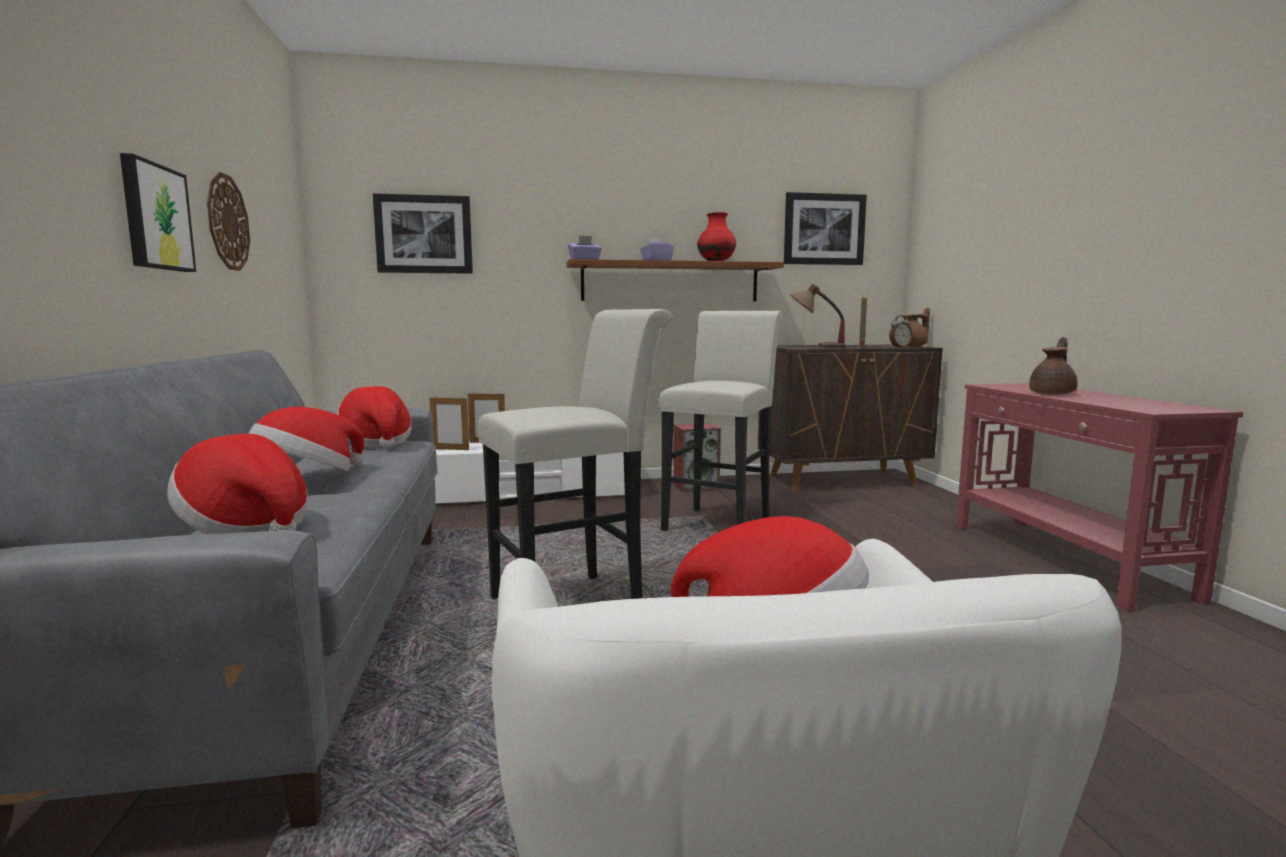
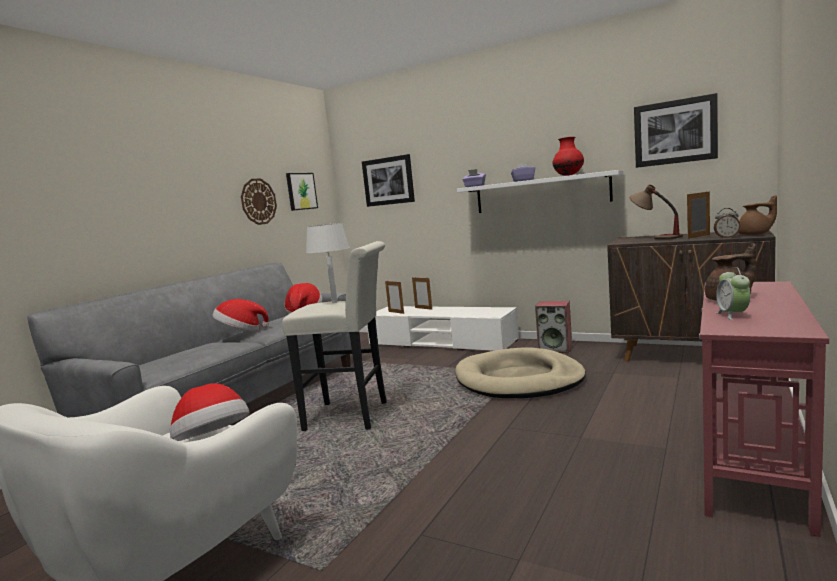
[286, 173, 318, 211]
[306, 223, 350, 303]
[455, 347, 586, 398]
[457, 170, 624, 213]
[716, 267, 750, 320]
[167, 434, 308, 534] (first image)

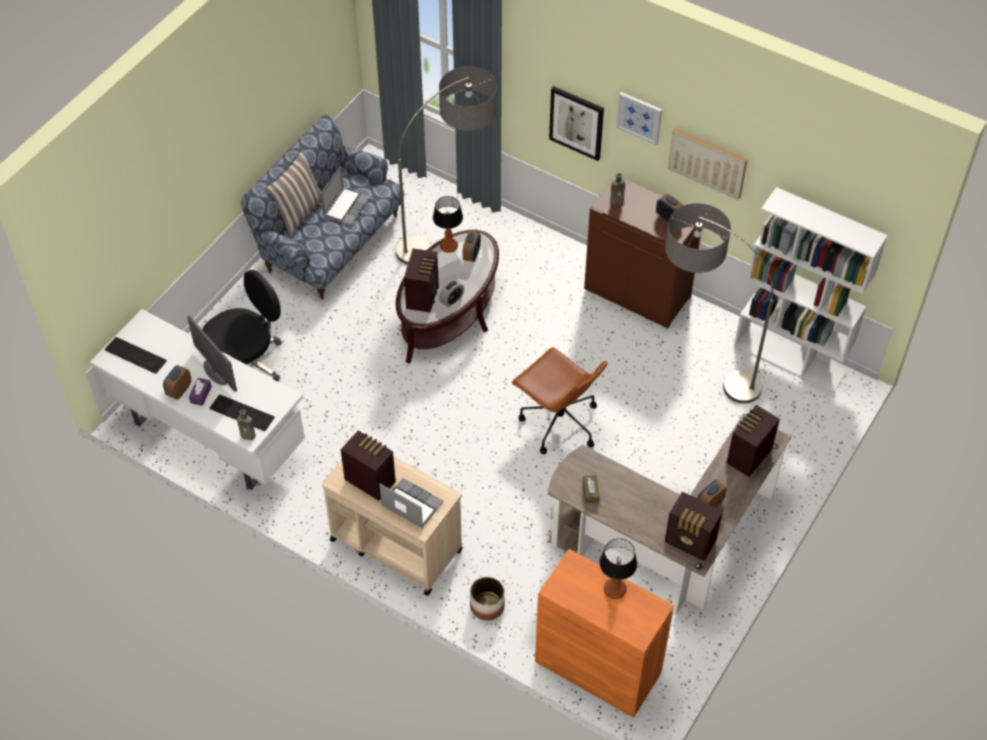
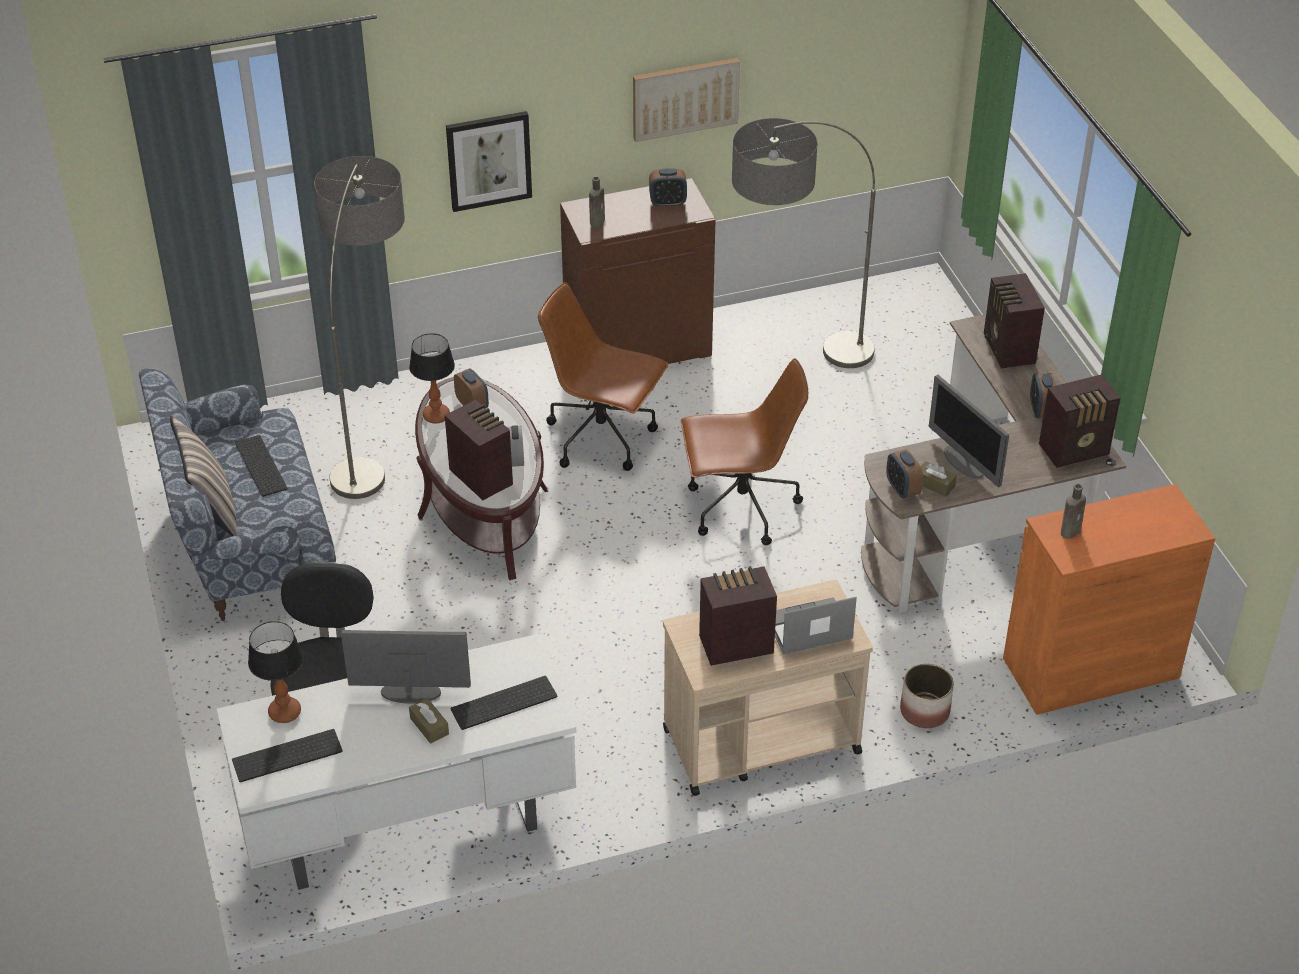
[235, 435, 288, 497]
[248, 621, 303, 723]
[409, 698, 449, 744]
[538, 282, 668, 471]
[886, 449, 923, 498]
[929, 375, 1009, 487]
[1061, 483, 1086, 539]
[616, 92, 662, 145] (first image)
[734, 187, 888, 393] (first image)

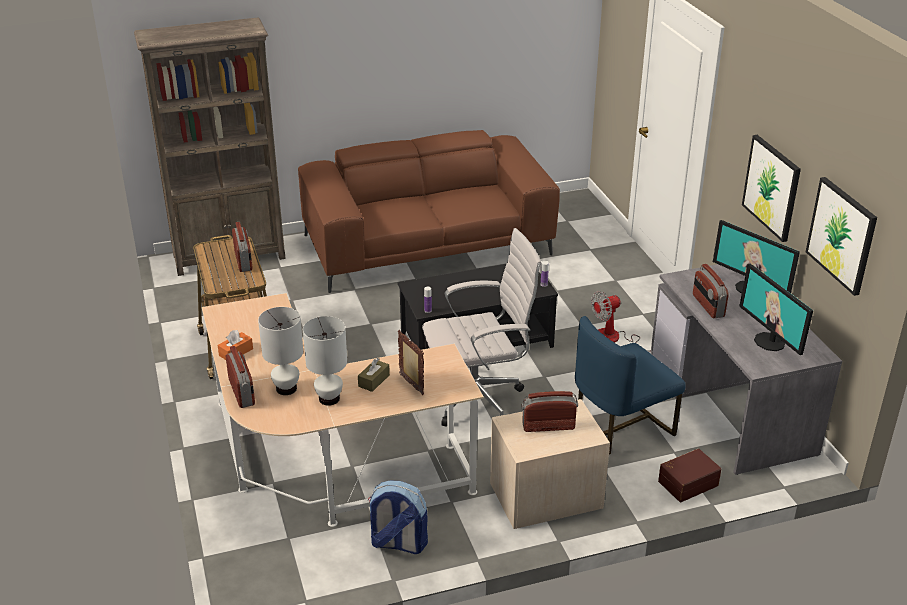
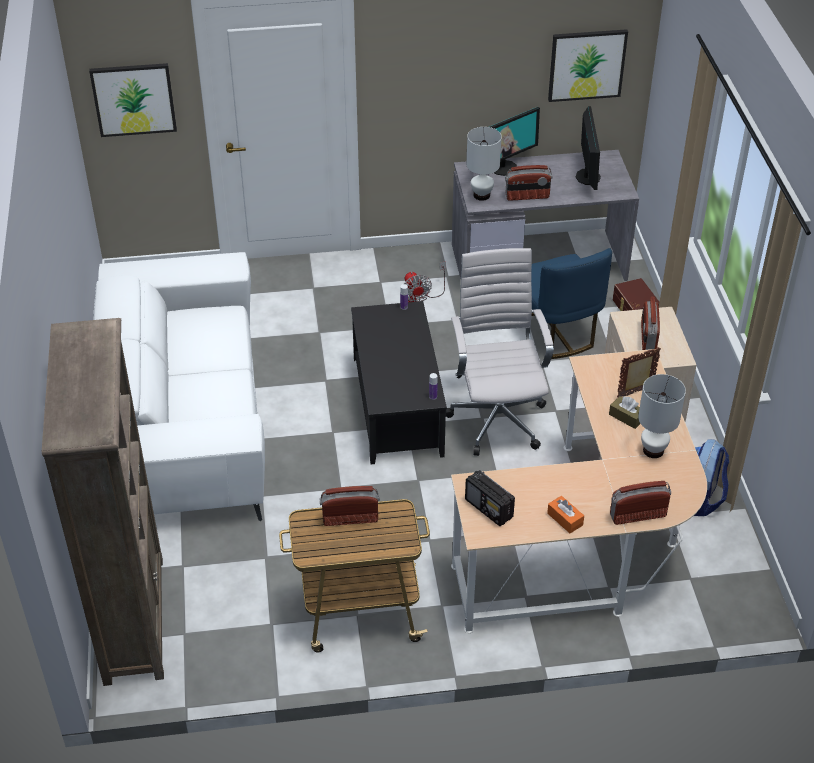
[89, 63, 177, 137]
[93, 252, 265, 521]
[465, 470, 515, 526]
[467, 127, 502, 201]
[576, 106, 601, 190]

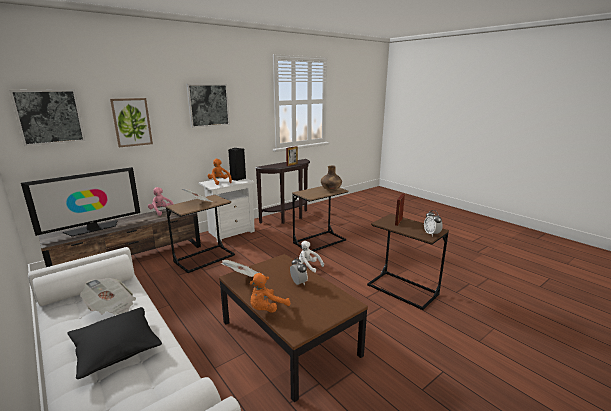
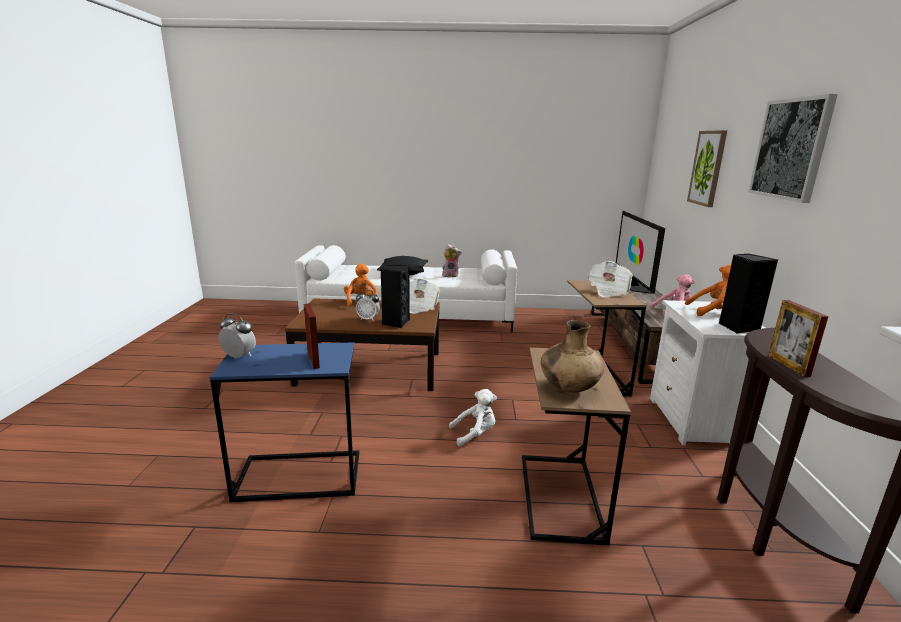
[209, 342, 359, 502]
[381, 265, 410, 328]
[442, 244, 462, 277]
[9, 89, 86, 146] (first image)

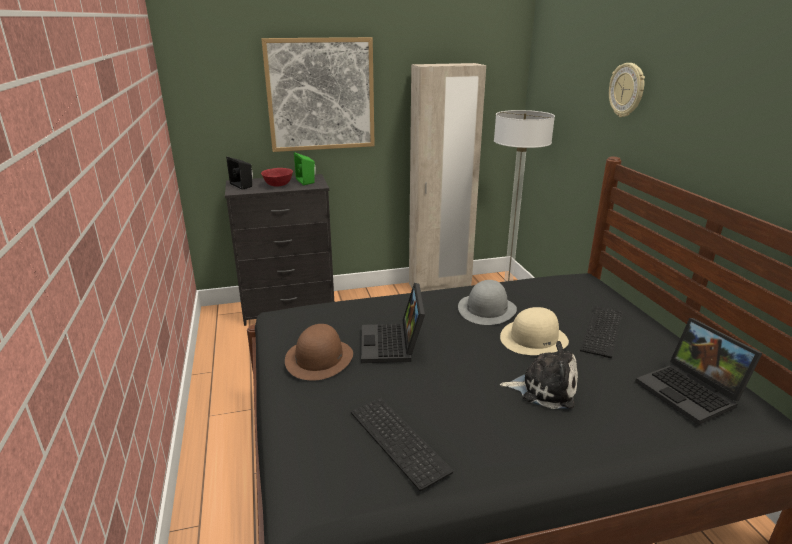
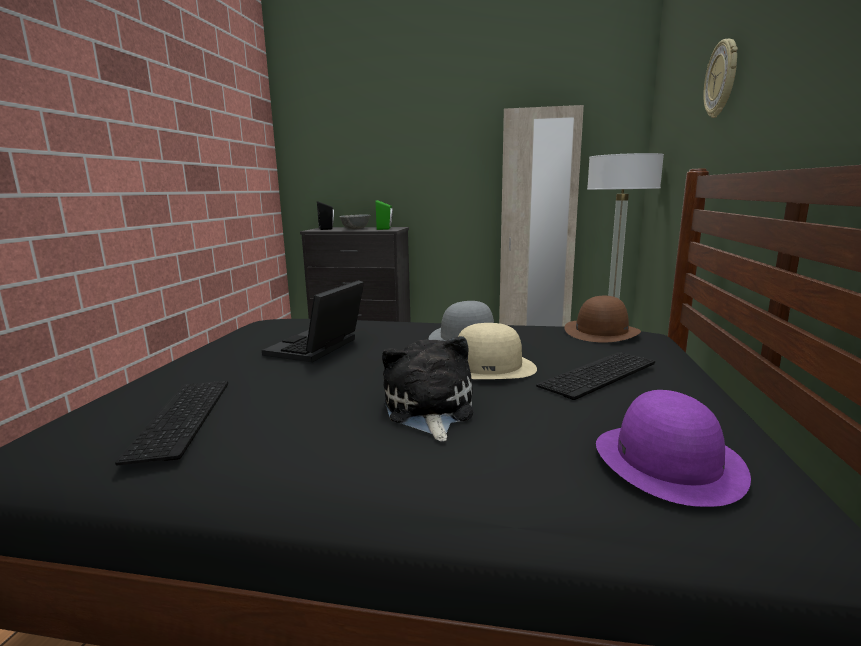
[339, 214, 370, 230]
[382, 336, 473, 441]
[564, 296, 641, 343]
[596, 390, 751, 507]
[261, 37, 375, 152] (first image)

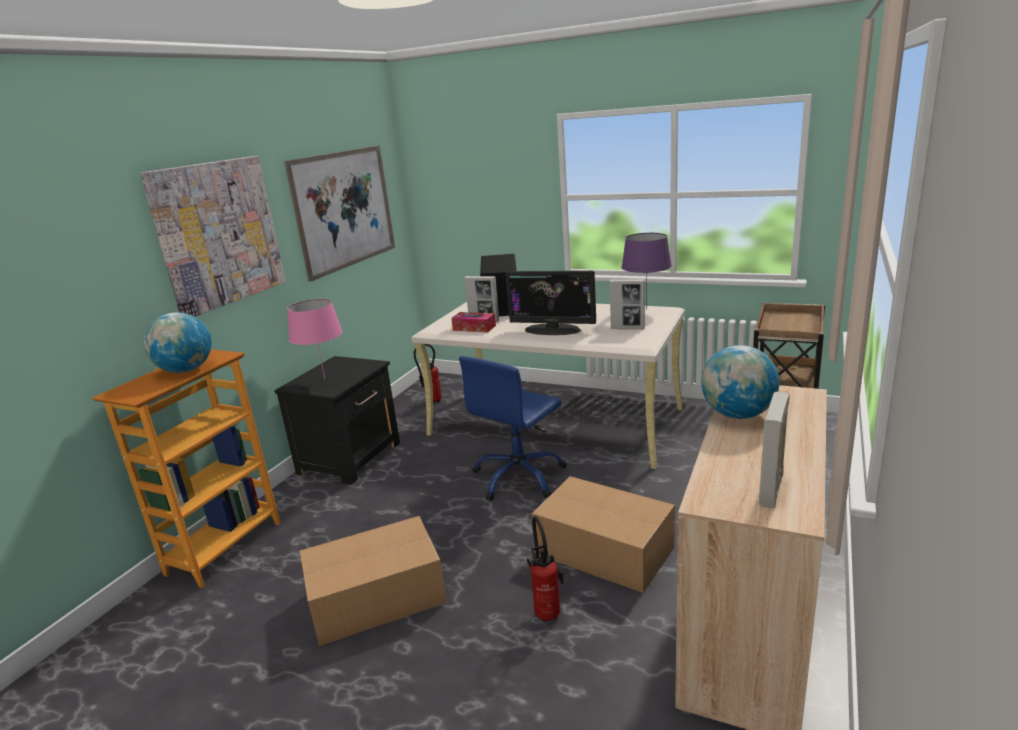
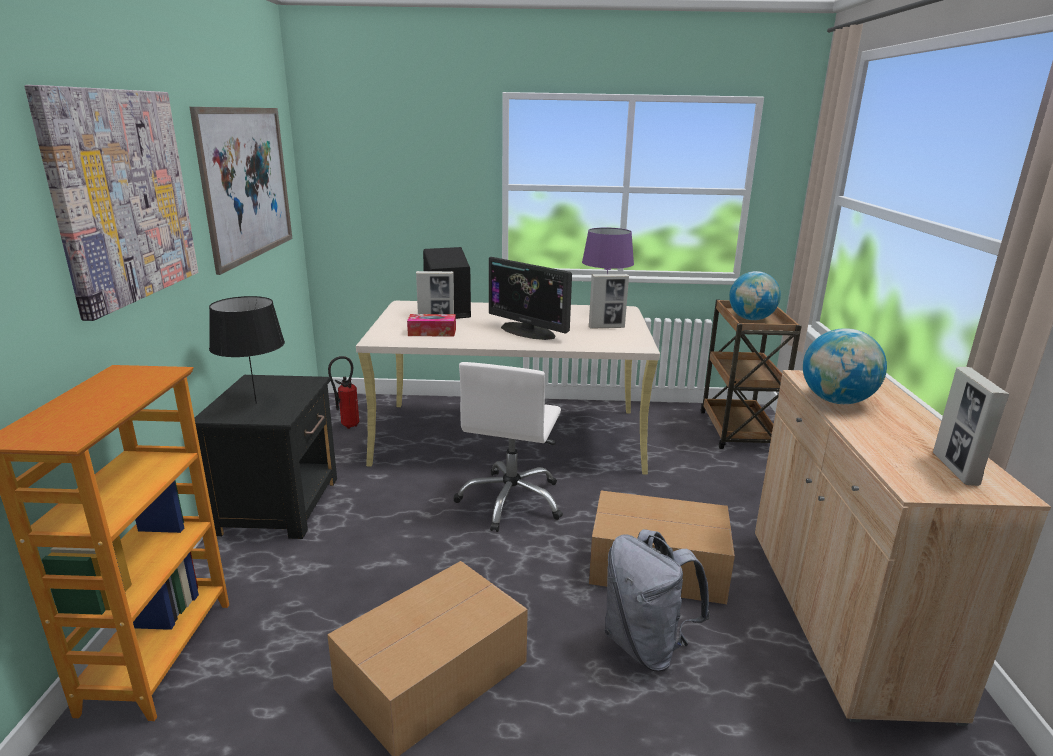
[209, 296, 285, 404]
[453, 362, 563, 532]
[489, 257, 572, 340]
[605, 529, 710, 672]
[729, 271, 781, 320]

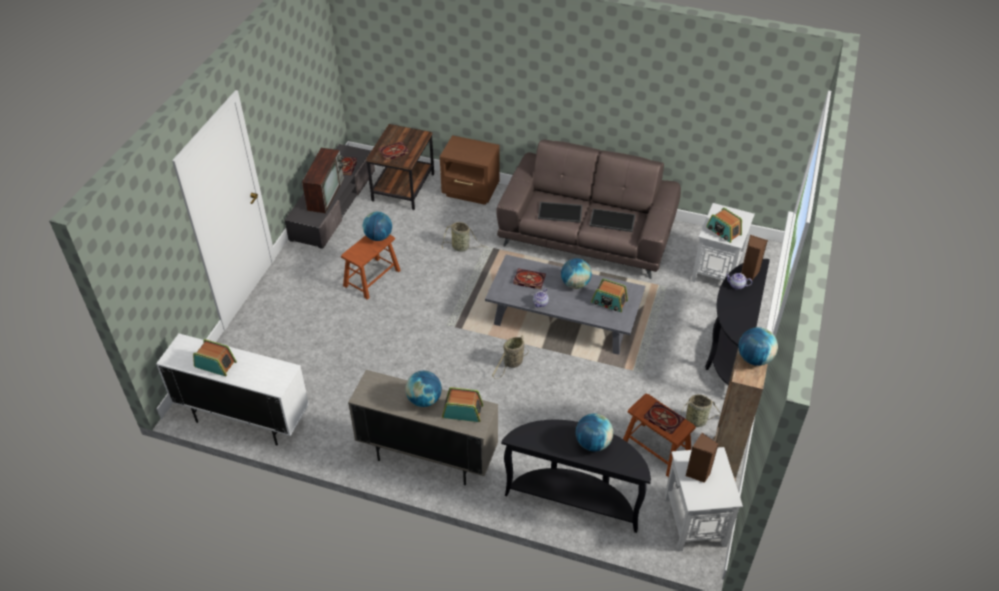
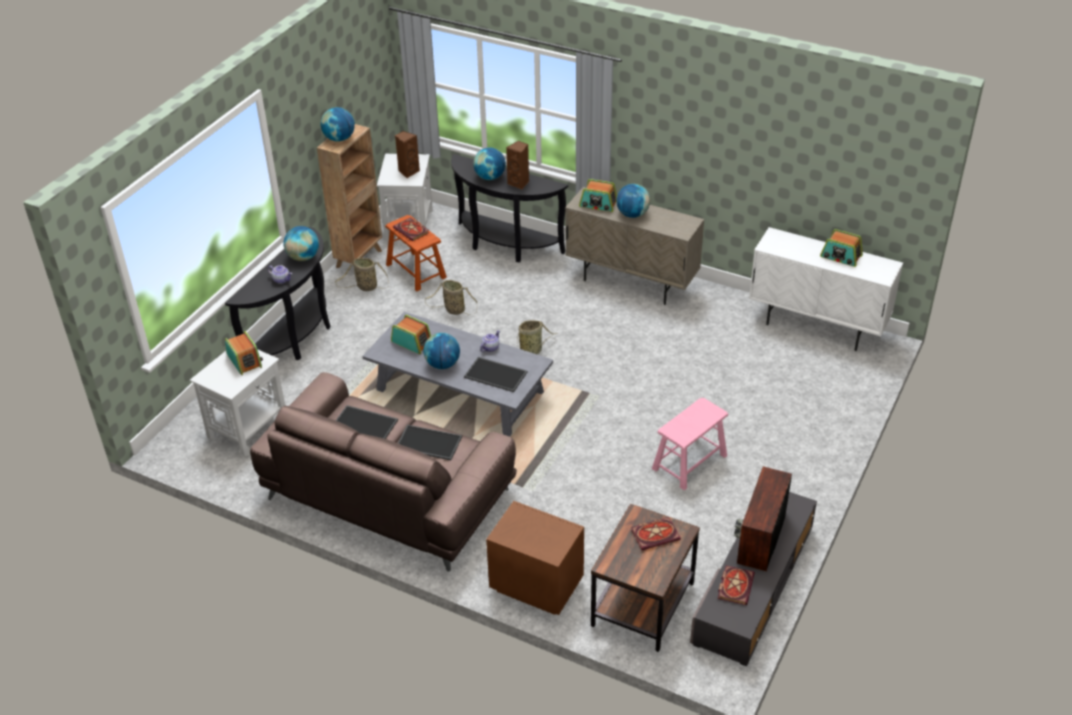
[283, 226, 319, 261]
[425, 280, 477, 315]
[464, 357, 527, 392]
[506, 141, 529, 189]
[652, 398, 728, 490]

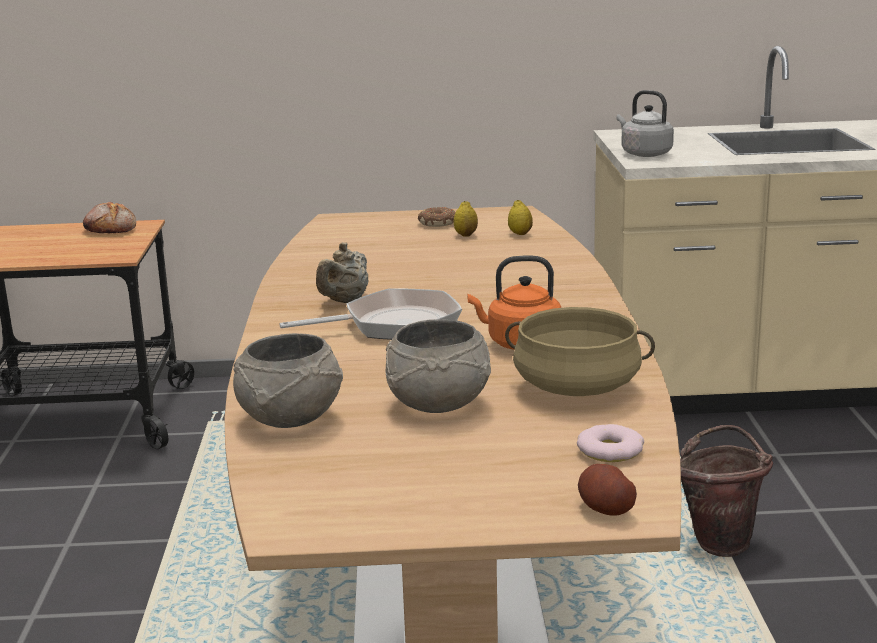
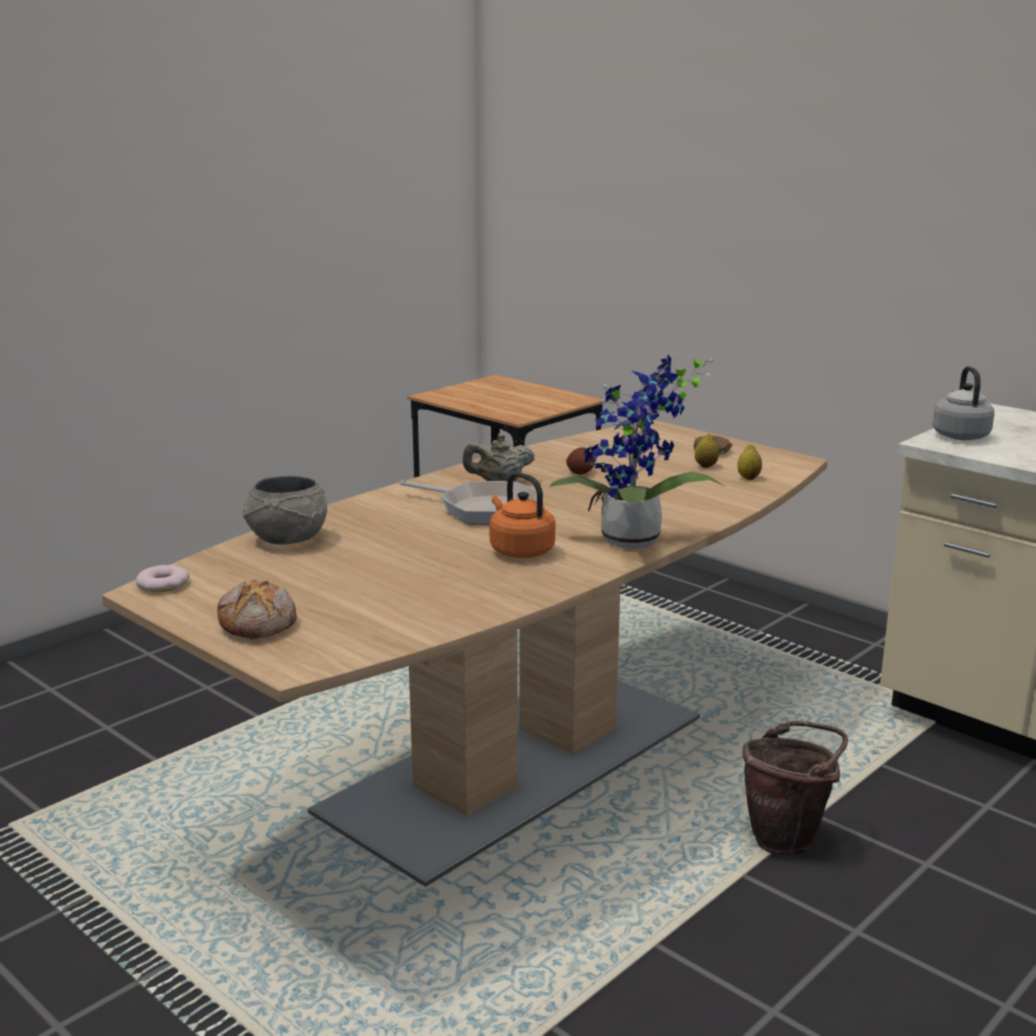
[135, 565, 190, 592]
[217, 580, 297, 639]
[550, 355, 726, 548]
[566, 448, 595, 475]
[385, 319, 491, 413] (first image)
[505, 307, 655, 396] (first image)

